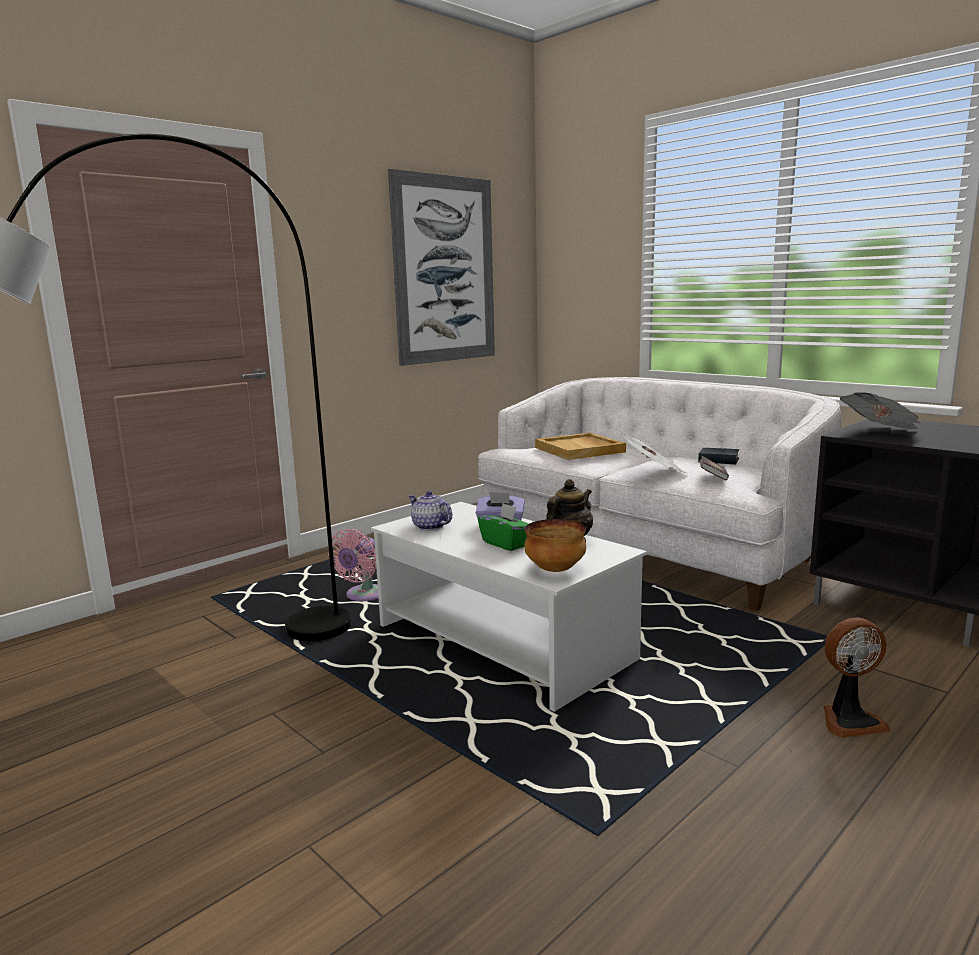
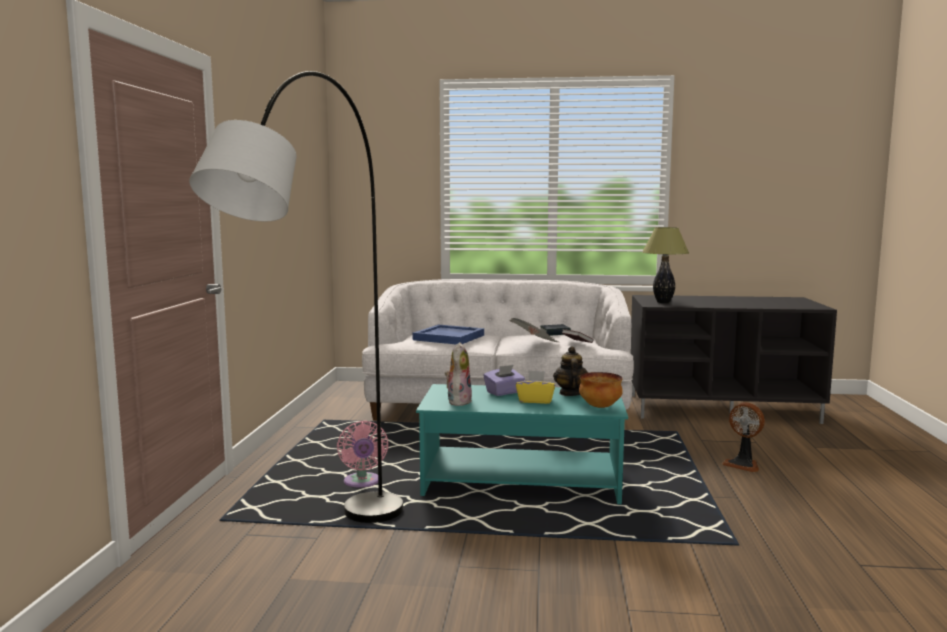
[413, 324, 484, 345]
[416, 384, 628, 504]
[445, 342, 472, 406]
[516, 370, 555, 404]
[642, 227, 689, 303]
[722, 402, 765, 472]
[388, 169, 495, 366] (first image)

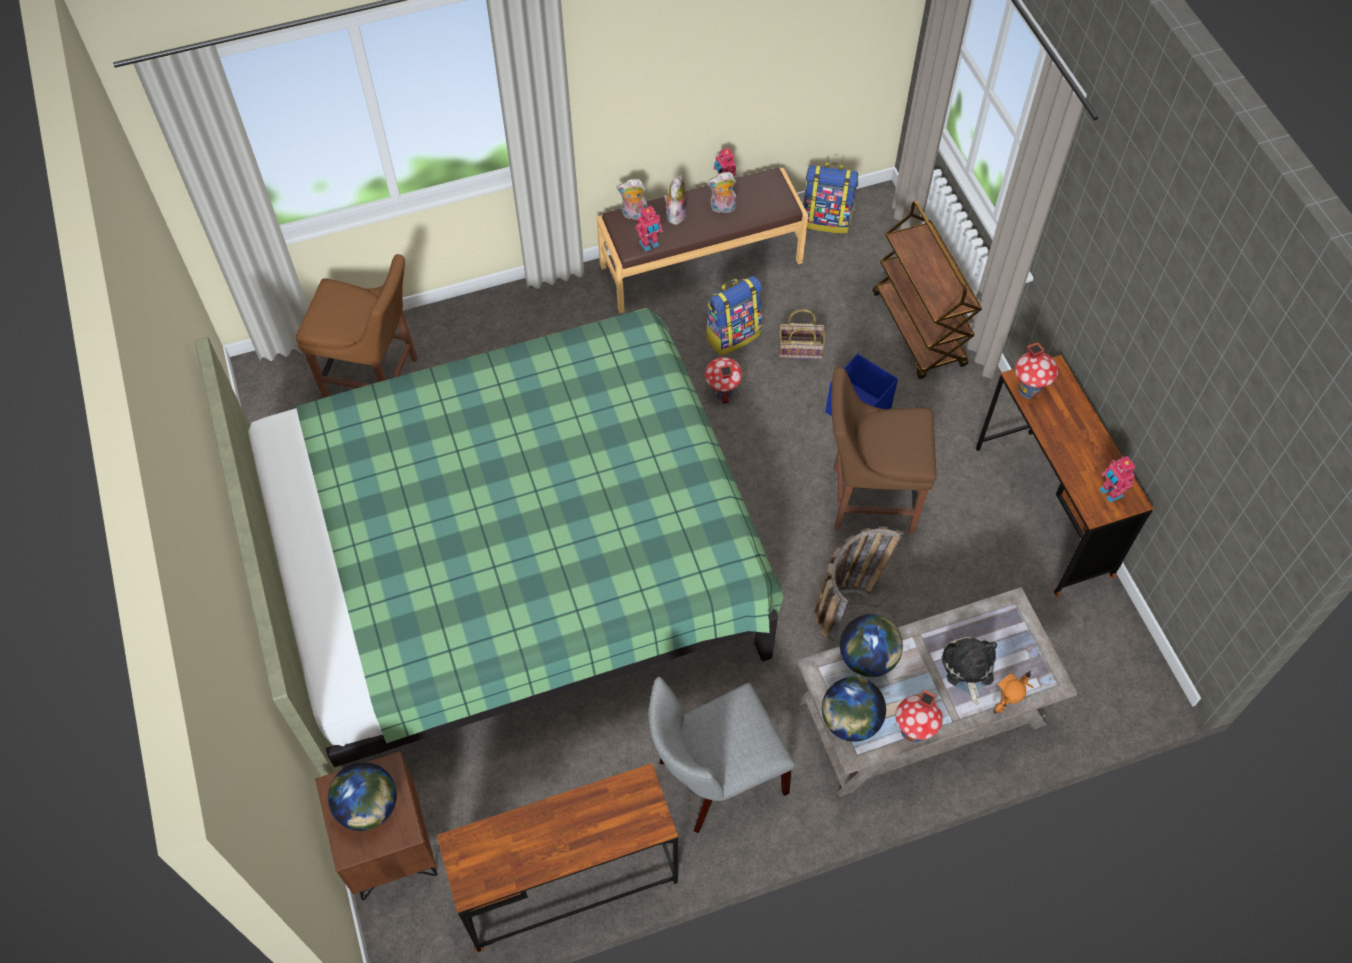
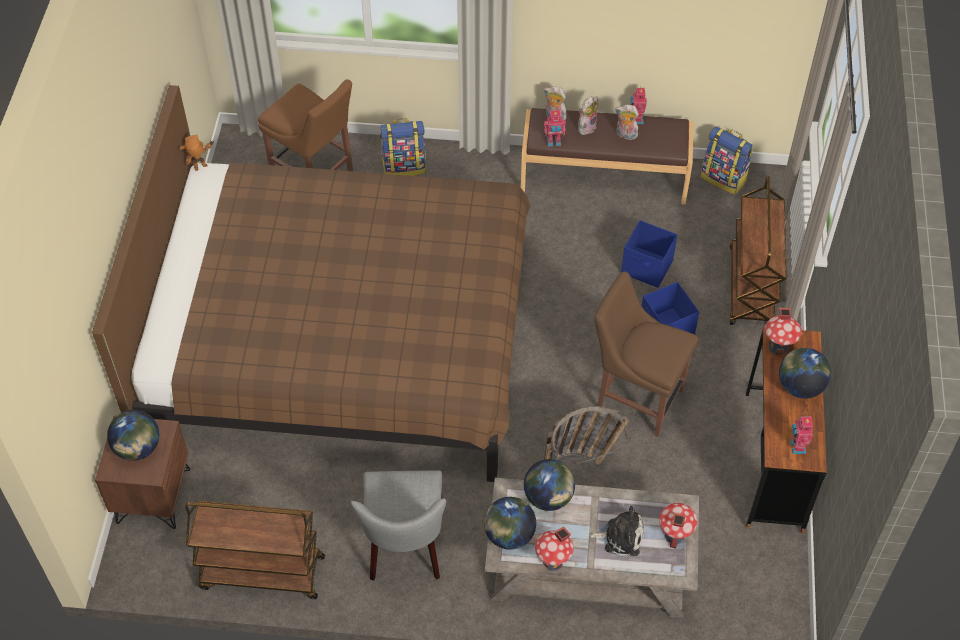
[92, 85, 531, 482]
[179, 135, 214, 171]
[185, 501, 325, 599]
[351, 470, 446, 581]
[380, 118, 426, 176]
[589, 506, 644, 557]
[621, 220, 677, 288]
[659, 503, 697, 548]
[779, 348, 831, 399]

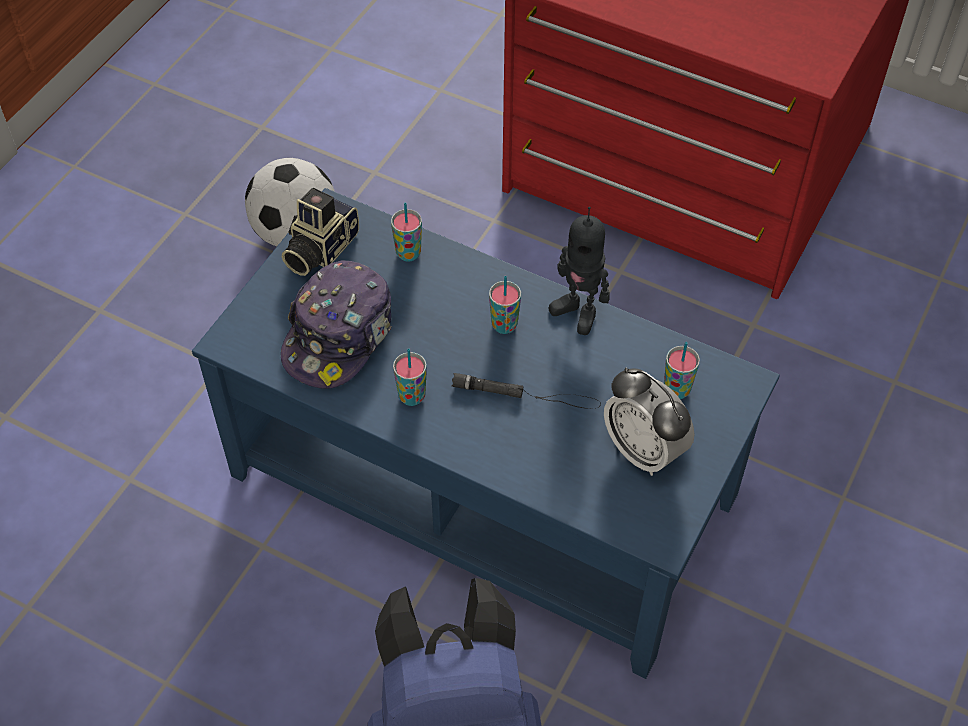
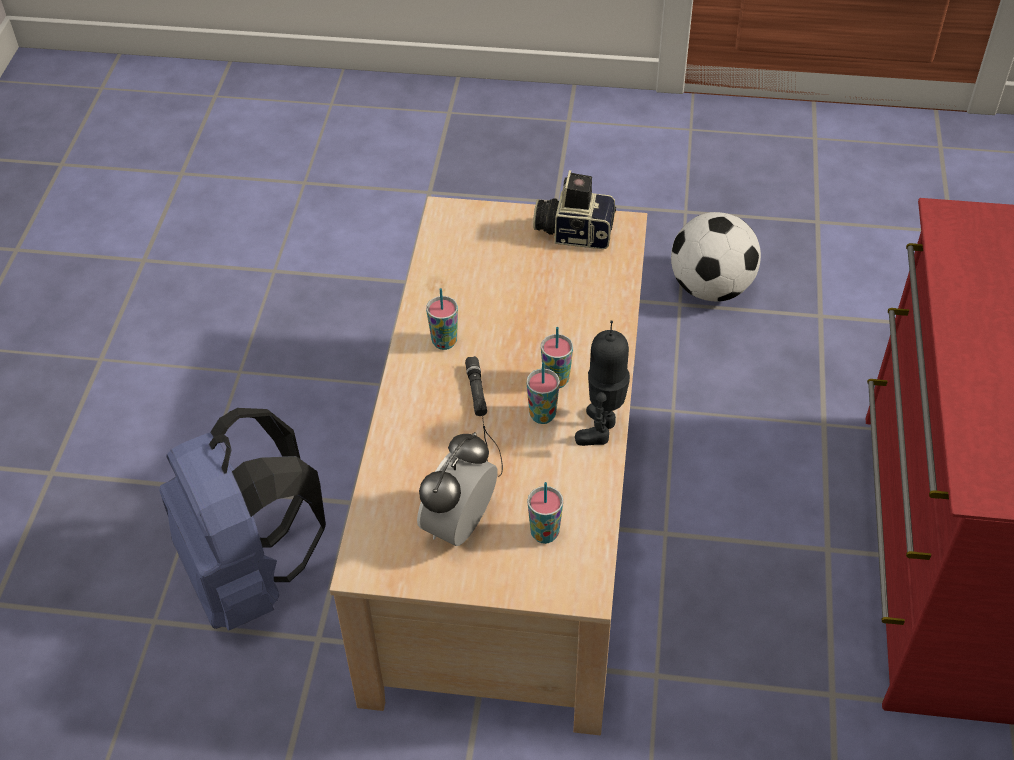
[330, 196, 647, 735]
[526, 362, 560, 424]
[281, 260, 392, 389] (first image)

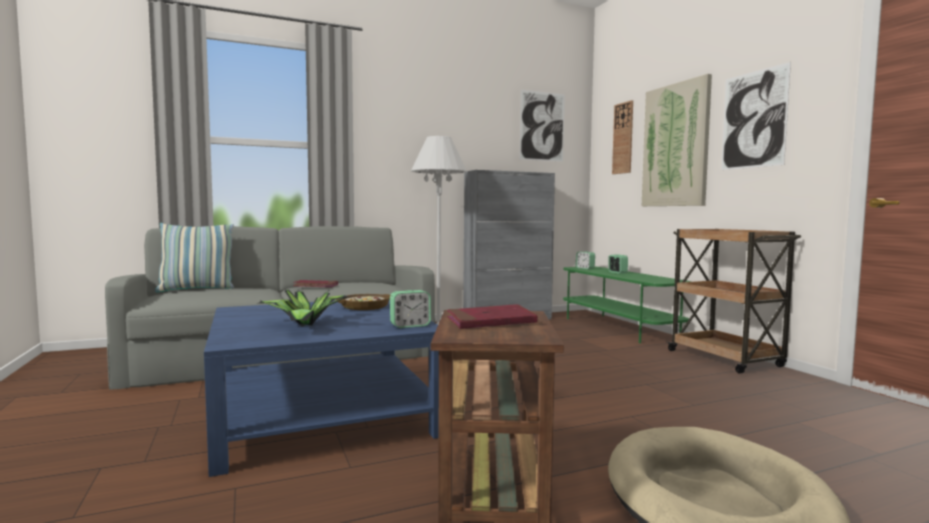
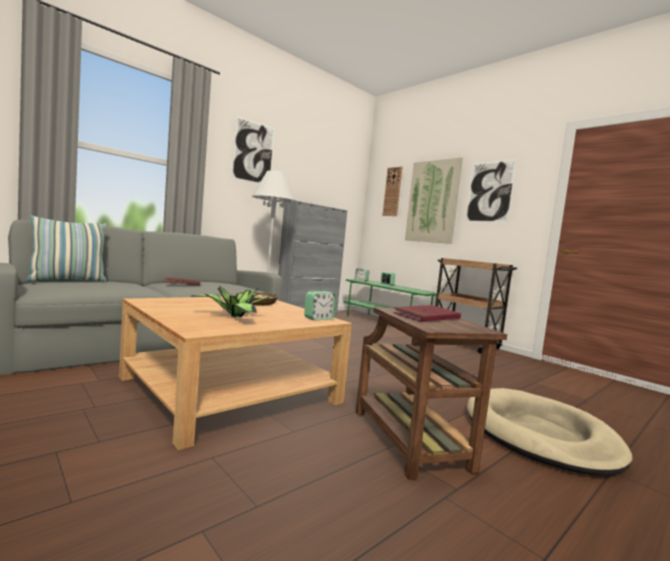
[119, 297, 352, 450]
[231, 115, 275, 184]

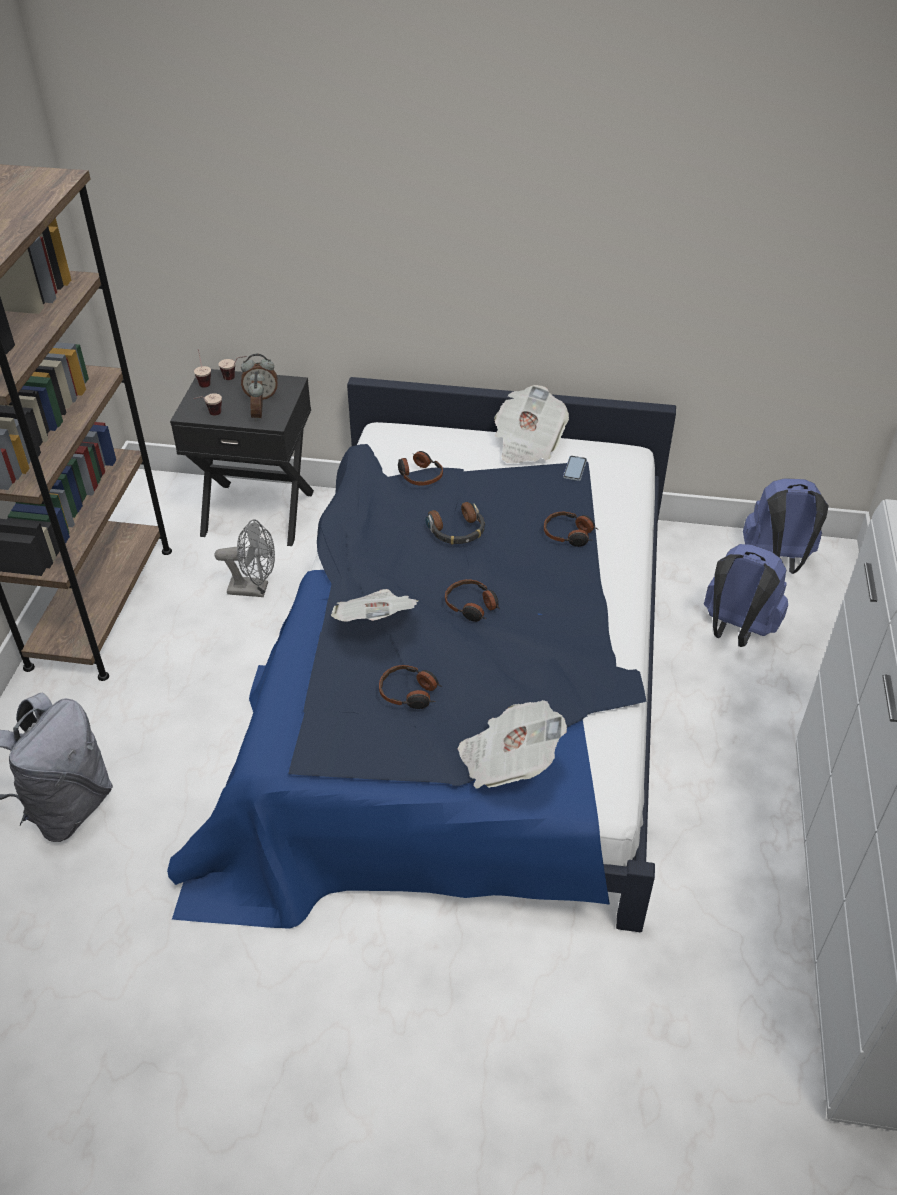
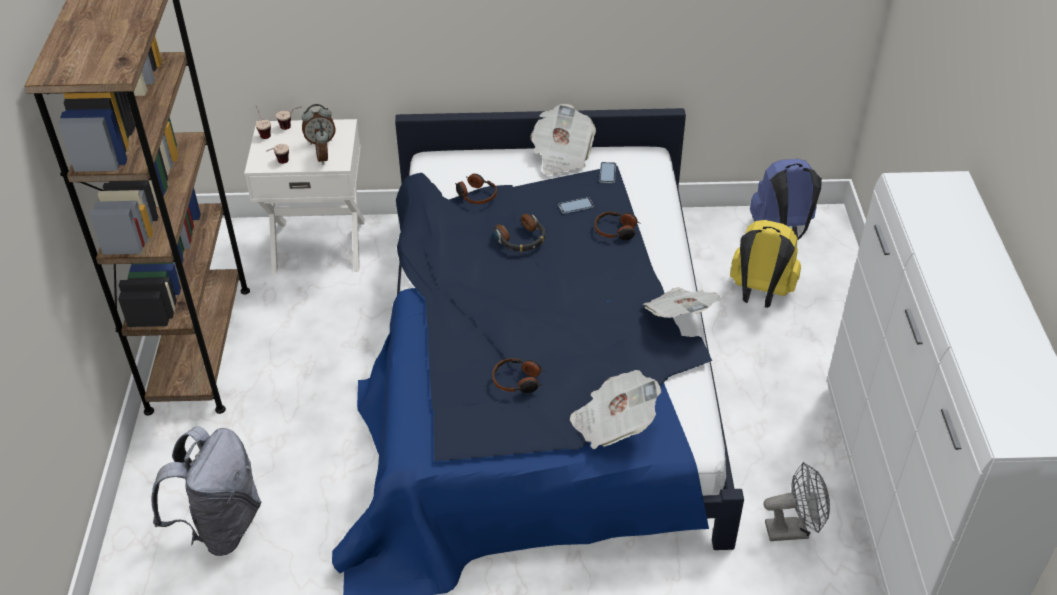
[244, 119, 365, 274]
[558, 197, 594, 214]
[643, 287, 722, 318]
[730, 220, 801, 308]
[764, 462, 830, 541]
[445, 579, 499, 622] (first image)

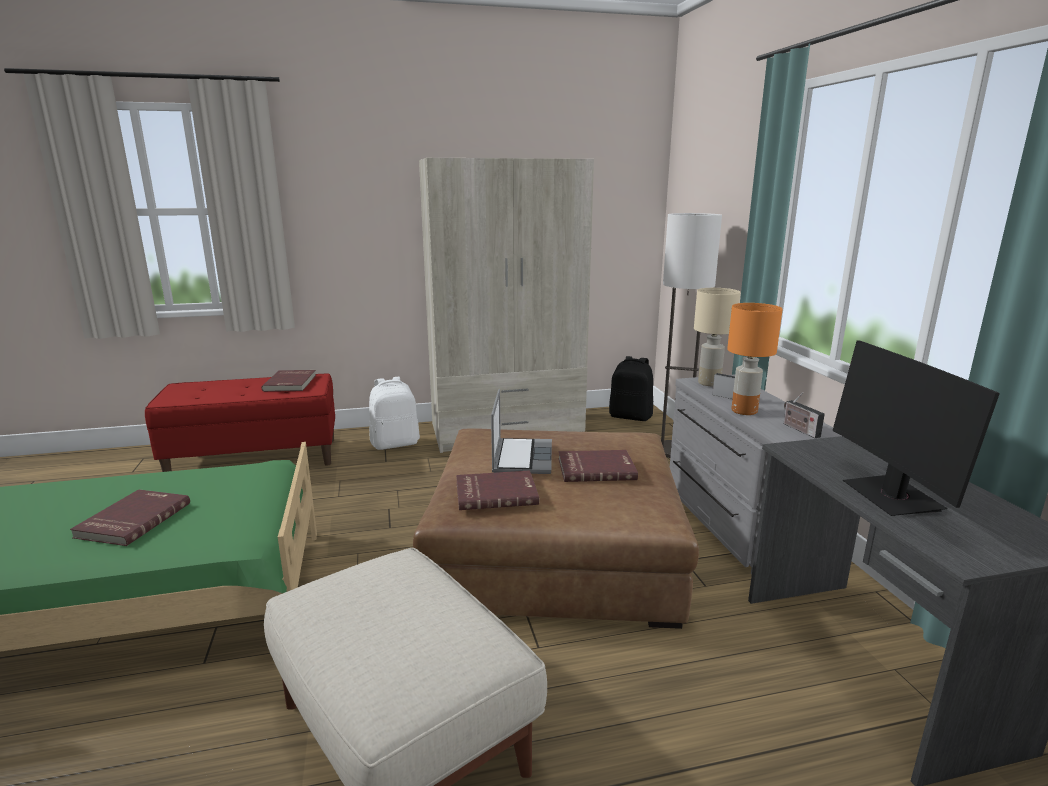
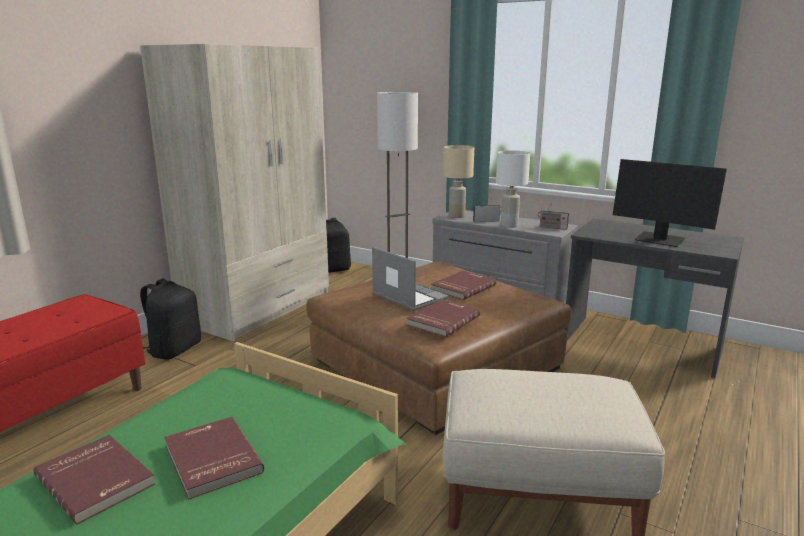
[33, 435, 155, 525]
[140, 279, 201, 360]
[496, 150, 530, 228]

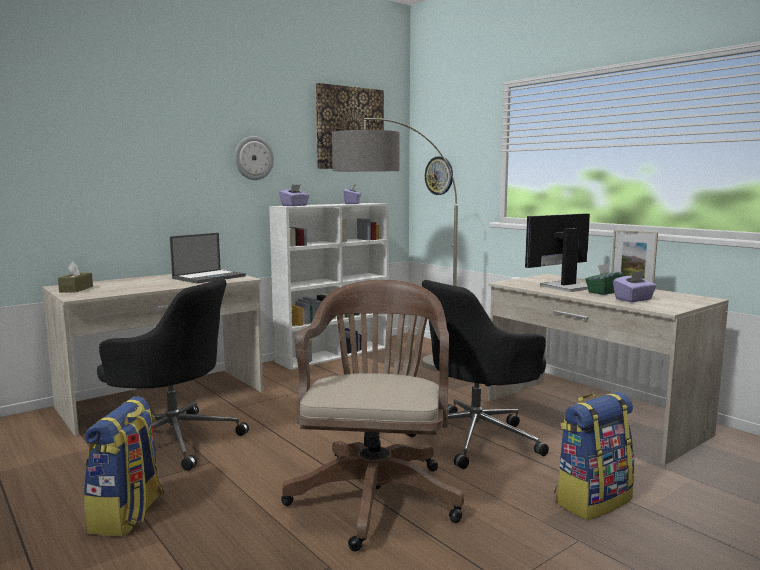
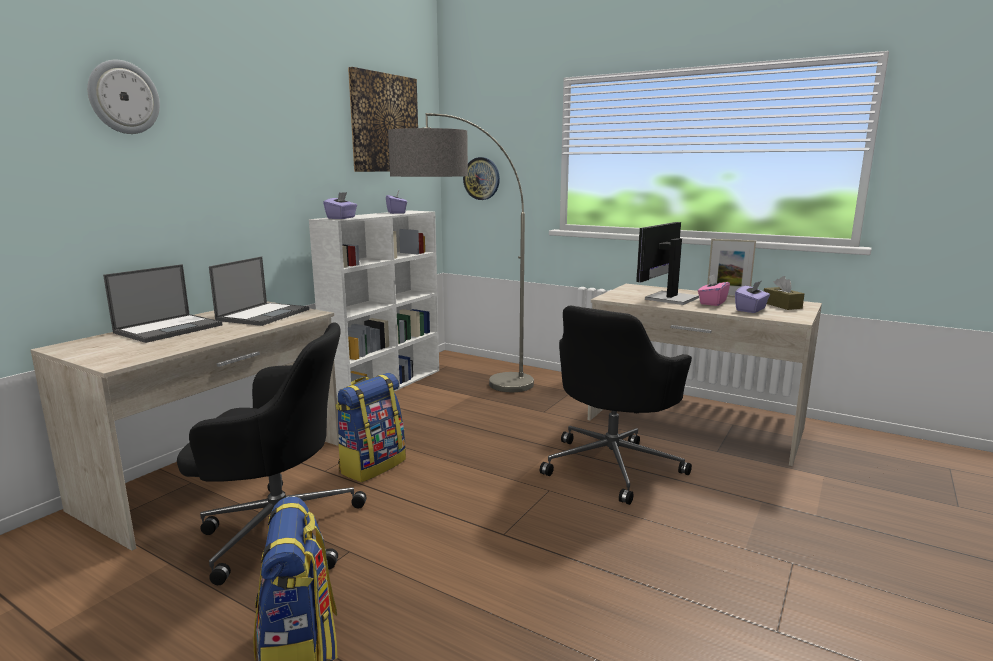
[87, 60, 160, 134]
[103, 264, 223, 343]
[335, 373, 406, 482]
[698, 274, 730, 306]
[764, 276, 804, 310]
[281, 280, 464, 551] (first image)

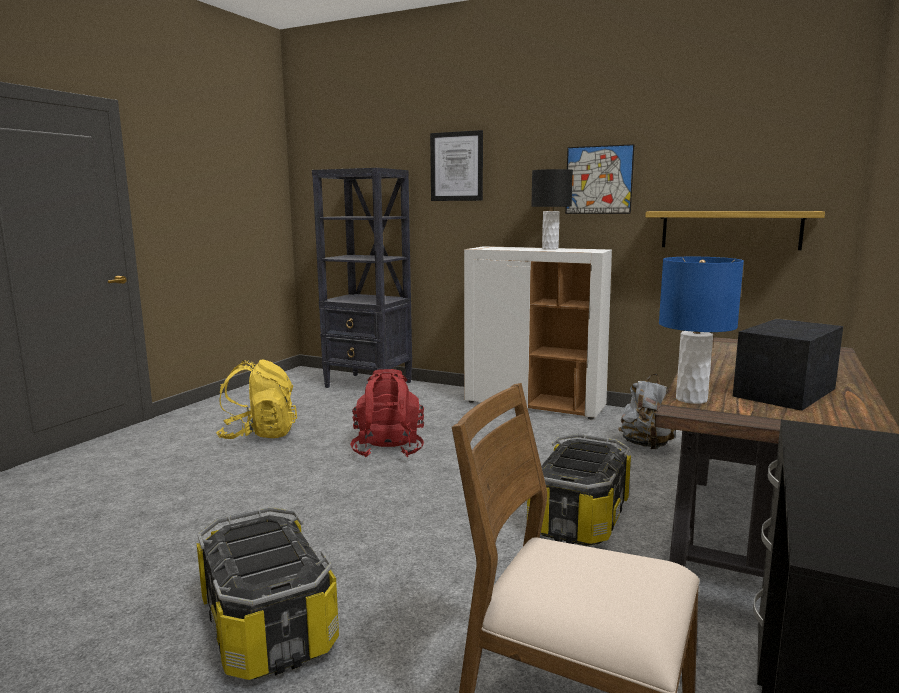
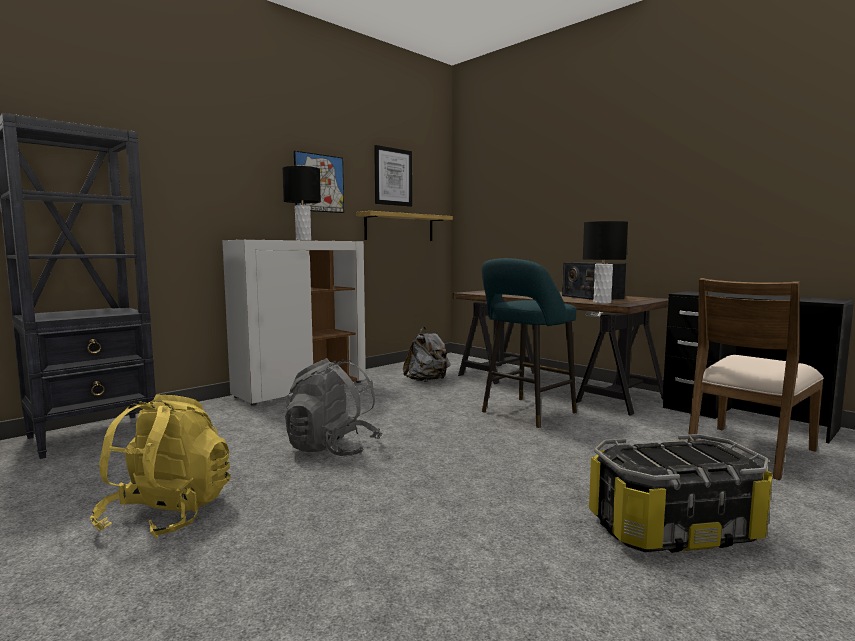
[285, 358, 382, 456]
[374, 145, 412, 207]
[482, 258, 577, 428]
[583, 221, 628, 304]

